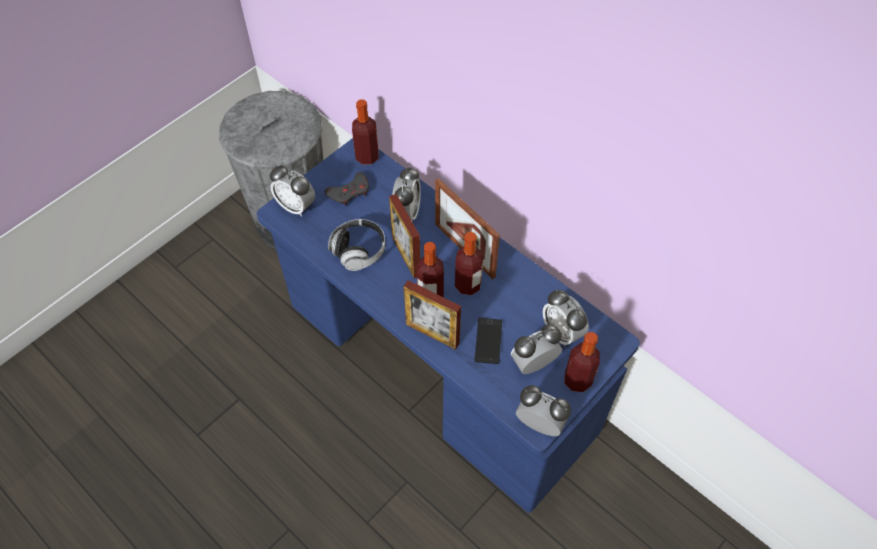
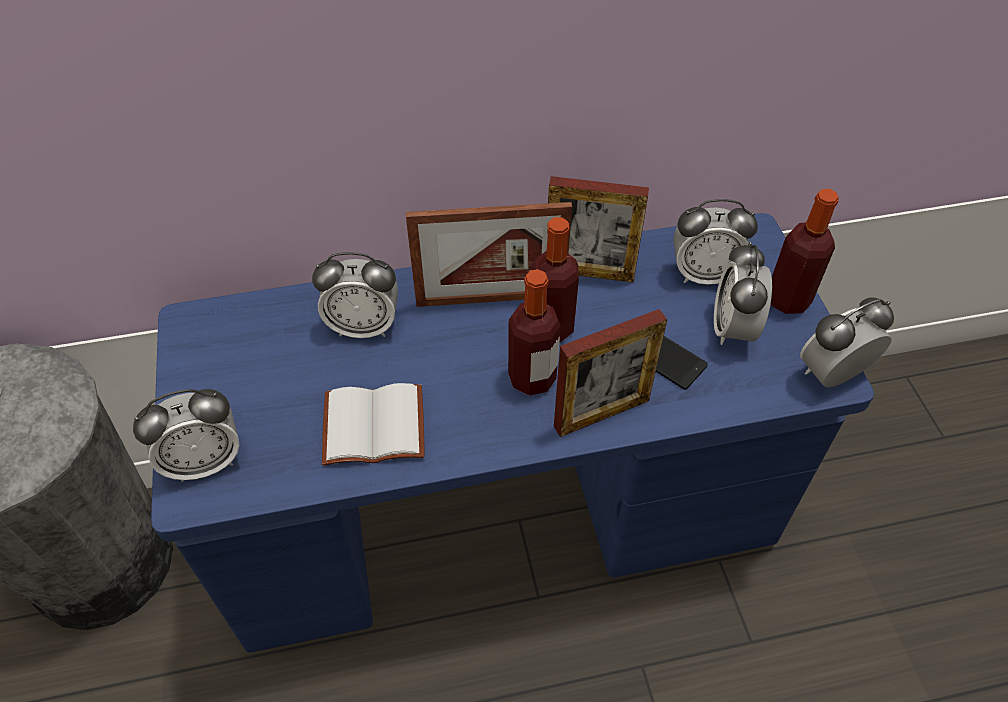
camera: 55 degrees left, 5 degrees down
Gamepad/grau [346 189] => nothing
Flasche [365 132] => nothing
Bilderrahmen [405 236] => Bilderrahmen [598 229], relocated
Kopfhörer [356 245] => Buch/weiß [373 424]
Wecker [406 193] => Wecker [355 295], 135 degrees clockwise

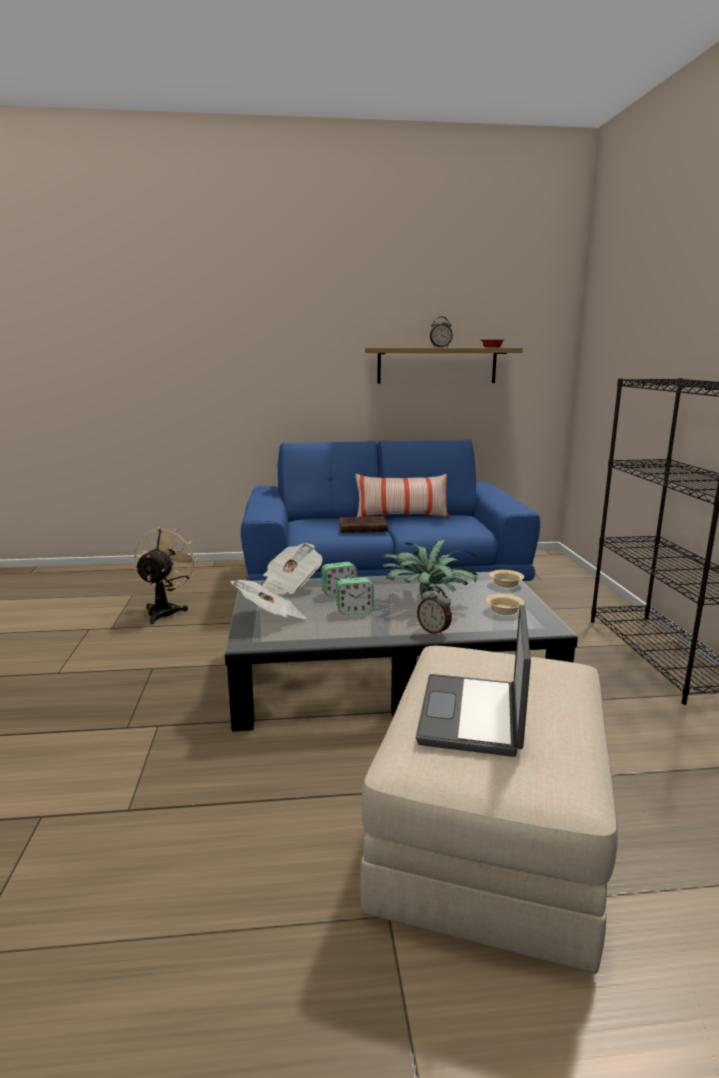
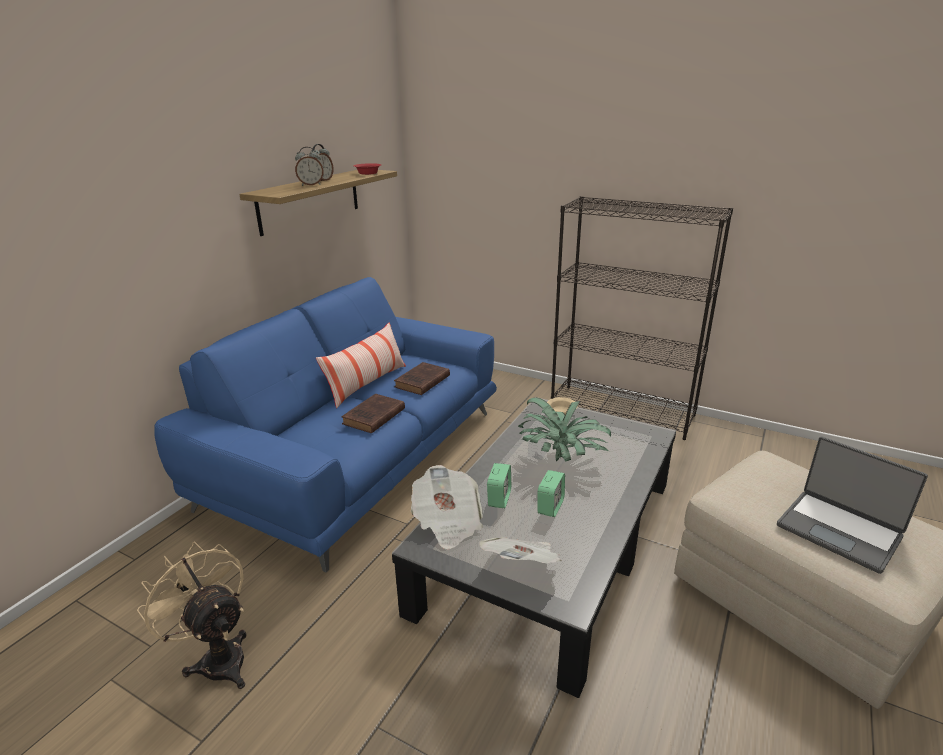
camera: 55 degrees left, 10 degrees up
Schüssel/beige [505 604] => nothing
nothing => Buch/braun [422 378]
Wecker [434 611] => Wecker [309 166], relocated

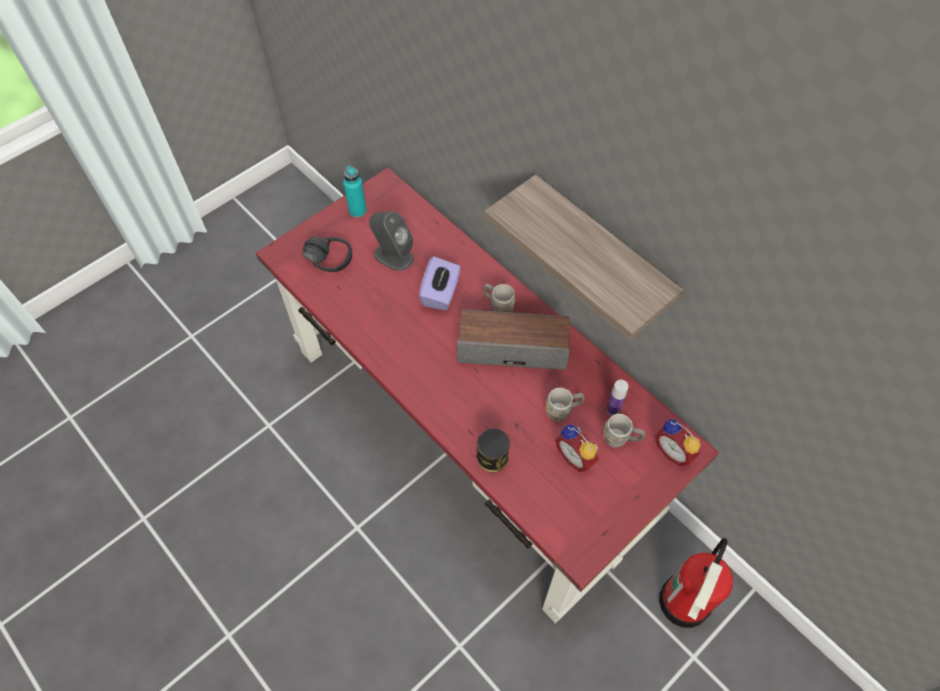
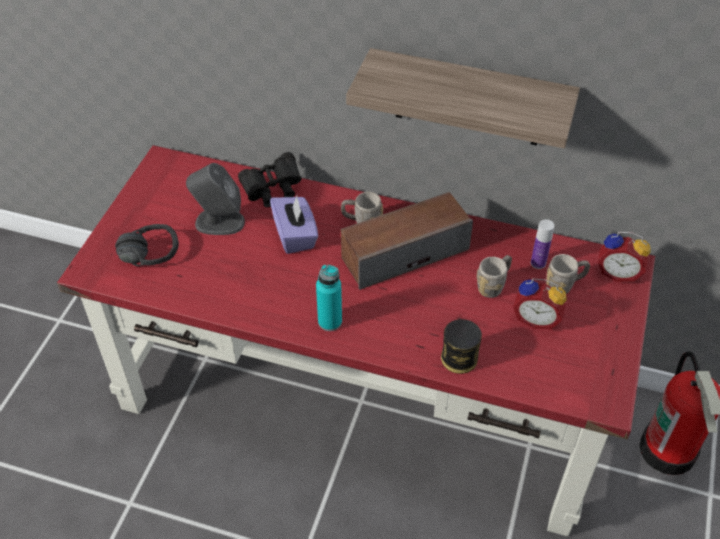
camera: 30 degrees left, 10 degrees down
nothing => Fernglas/schwarz [269 179]
Flasche/türkis [355 191] => Flasche/türkis [329 298], relocated

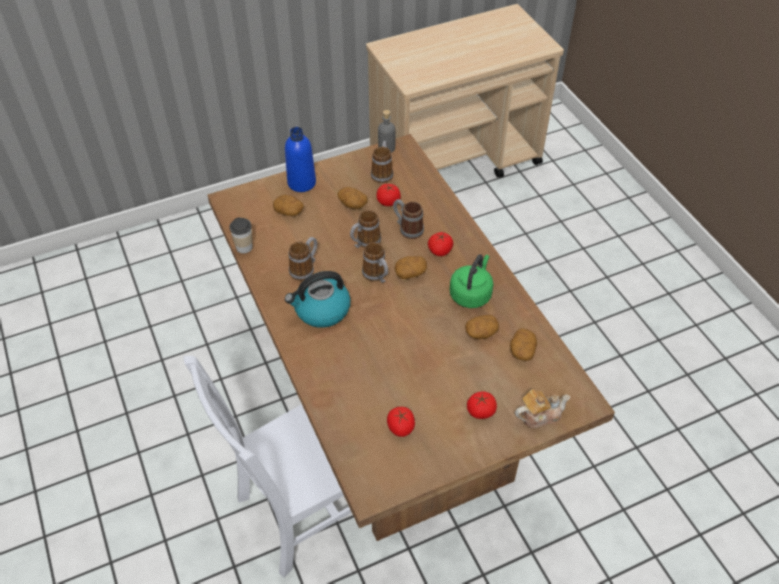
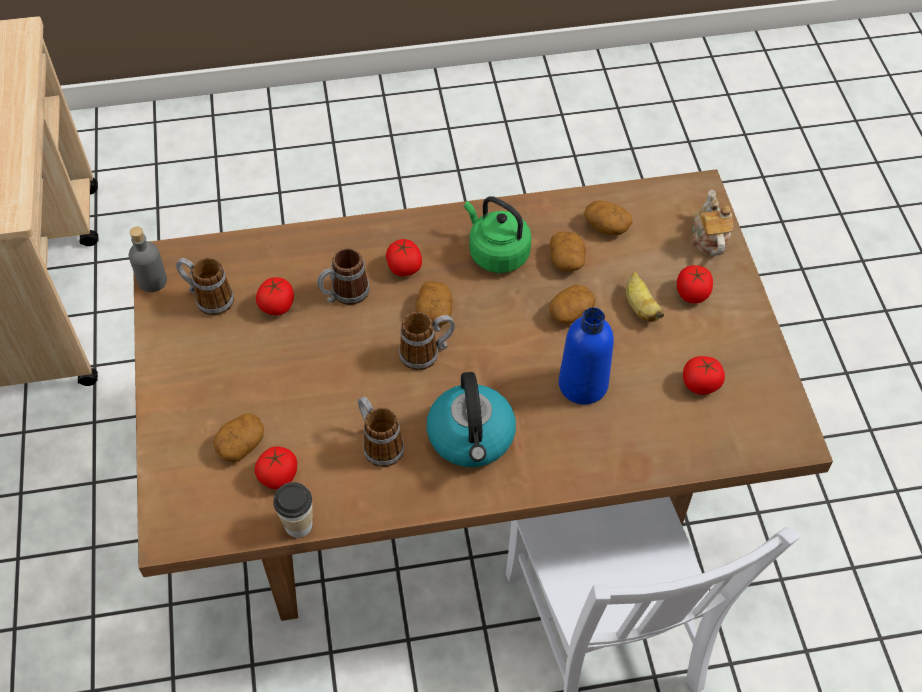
camera: 75 degrees left, 5 degrees up
Henkelbecher [365 229] => nothing
nothing => Tomate [275 467]
nothing => Banane [645 297]
Flasche/blau [300 159] => Flasche/blau [586 356], relocated
Kartoffel [352 198] => Kartoffel [572 304], relocated

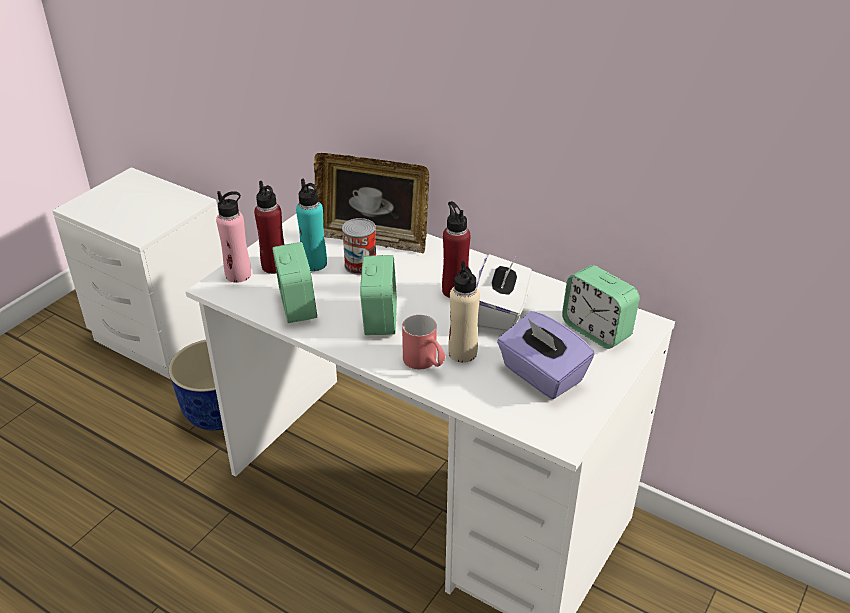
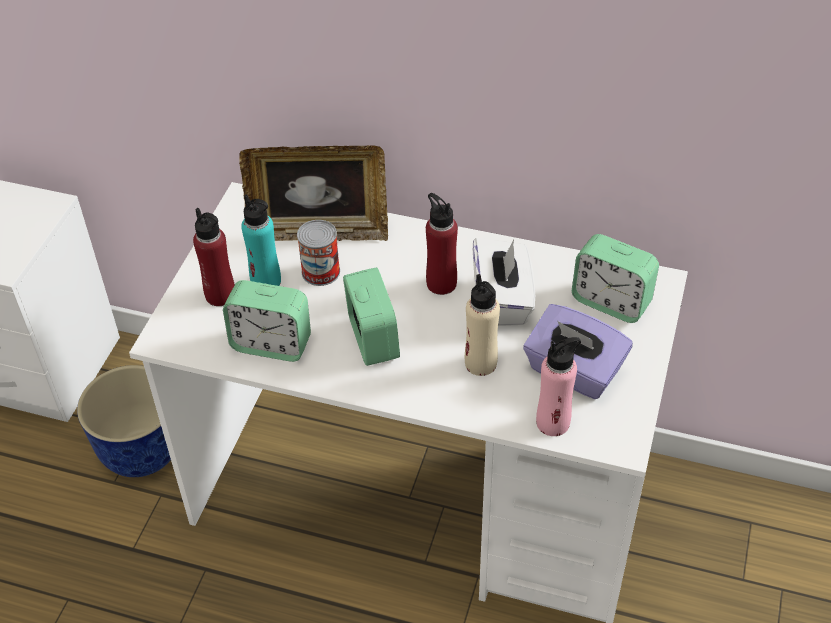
camera: 15 degrees left, 10 degrees up
Henkelbecher/rot [424 342] => nothing
Flasche/rosa [233 237] => Flasche/rosa [558 386], relocated
Wecker [294 282] => Wecker [267 321], 135 degrees clockwise

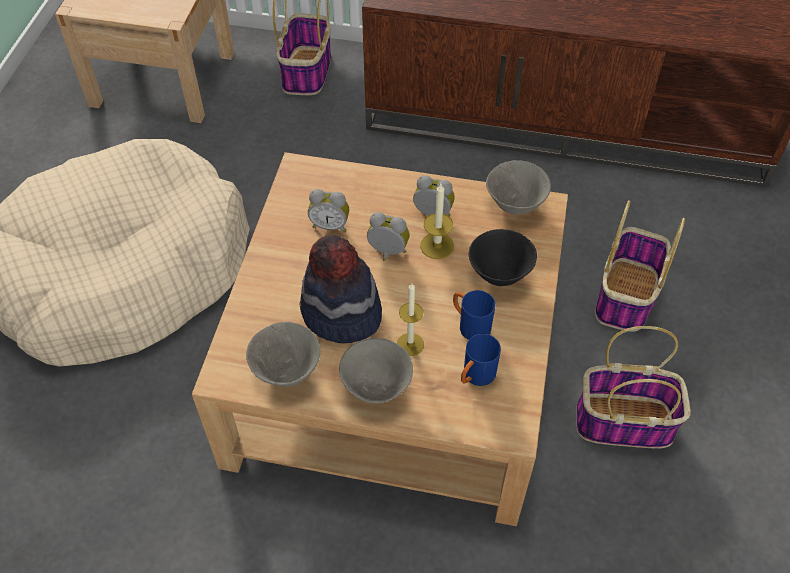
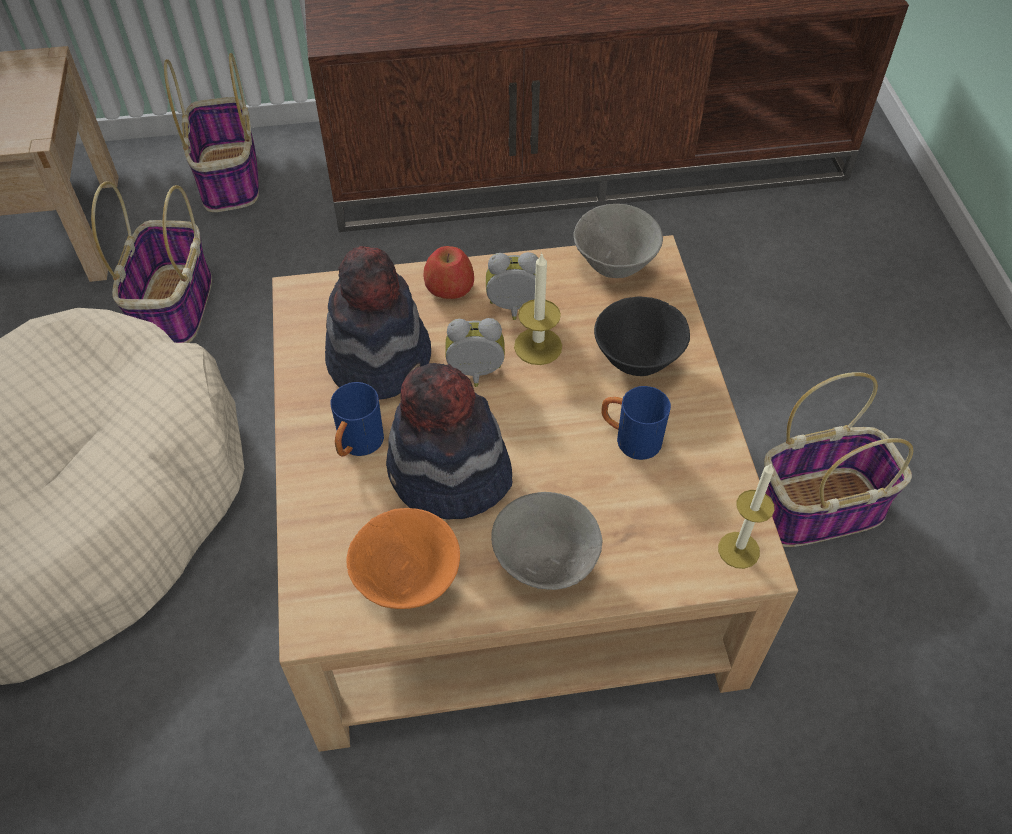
camera: 20 degrees left, 0 degrees up
nothing => Apfel [448 272]
Kerze [410 319] => Kerze [746 516], relocated
Henkelbecher/blau [481 360] => Henkelbecher/blau [357 419], relocated
Korb [640 266] => Korb [151 262], relocated
Wecker [328 211] => Hut [378 323]
Schüssel/grau [283 354] => Schüssel/orange [403 558]

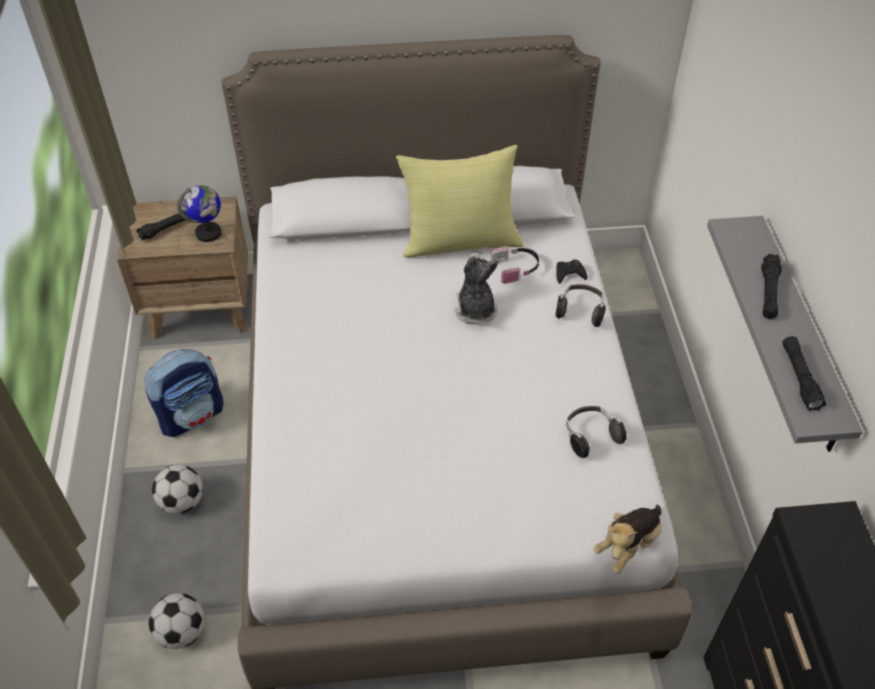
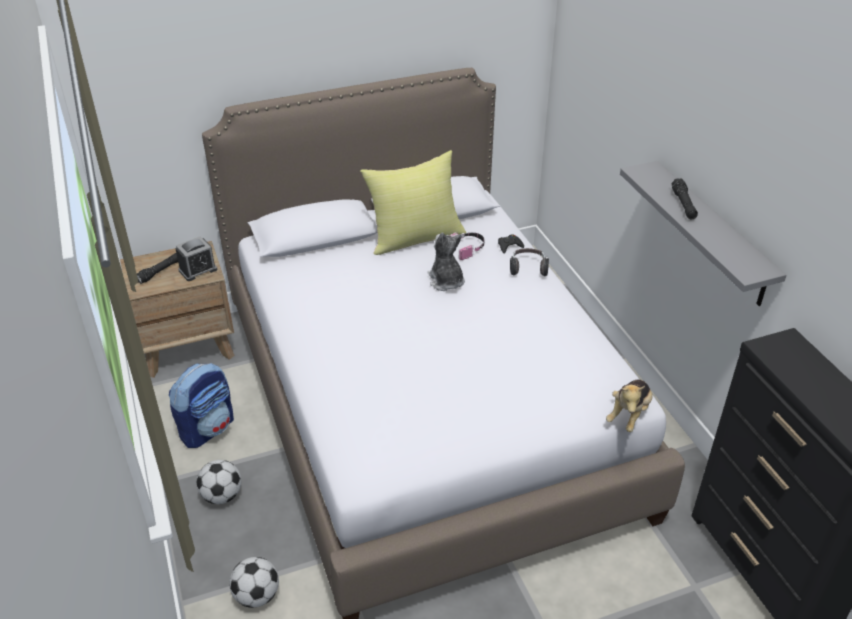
camera: 15 degrees left, 10 degrees down
Kopfhörer [596 432] => nothing
Taschenlampe/schwarz [804 373] => nothing
Globus [199 213] => Wecker [196 258]

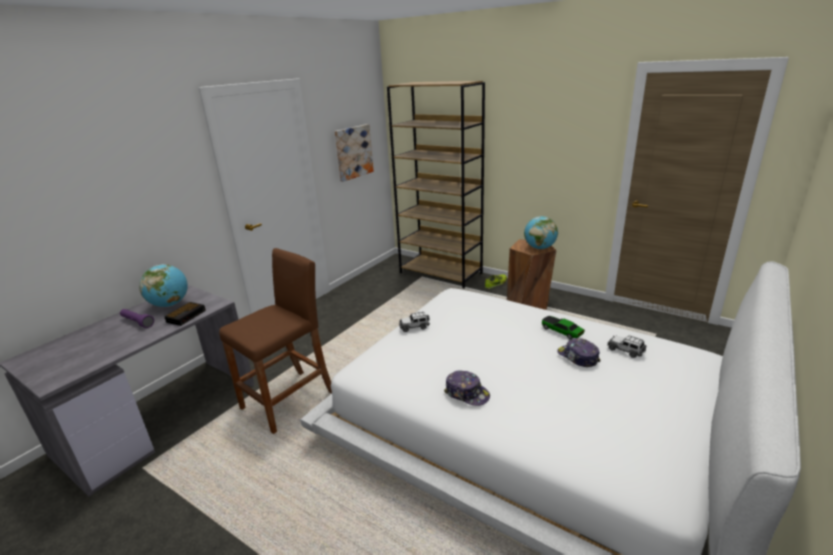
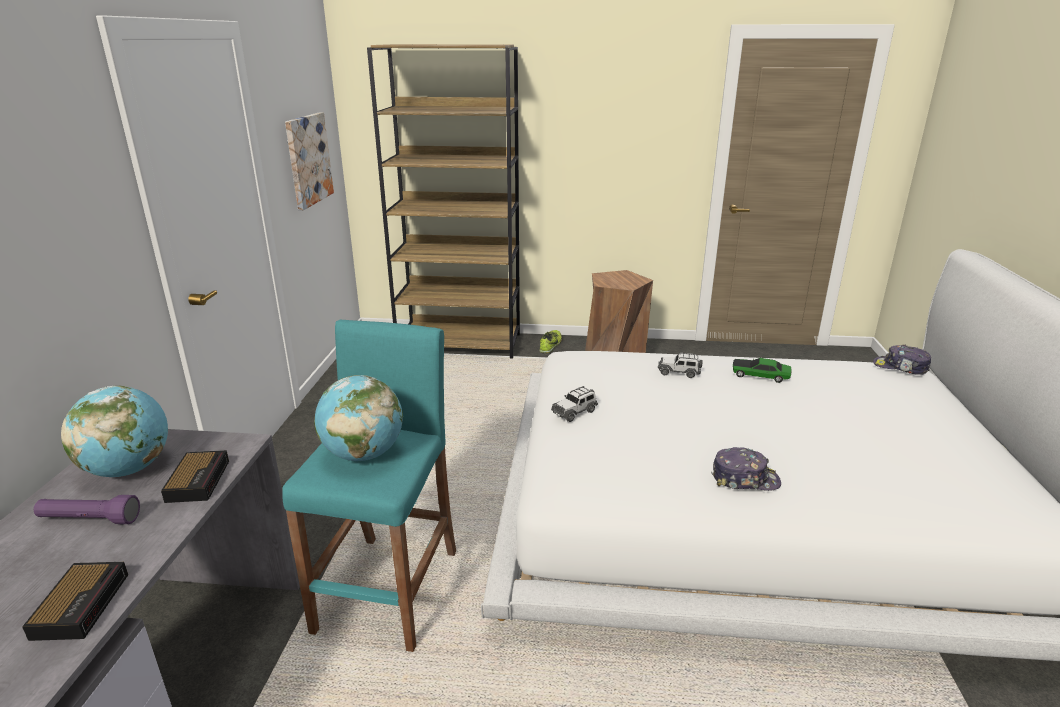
camera: 30 degrees left, 0 degrees up
nothing => Wecker [75 601]
Globus [541 232] => Globus [358 418], relocated
Kappe [579 352] => Kappe [902 359], relocated
Spielzeugauto [626 346] => Spielzeugauto [680 365], relocated
Hocker/braun [275 341] => Hocker/türkis [369 486]

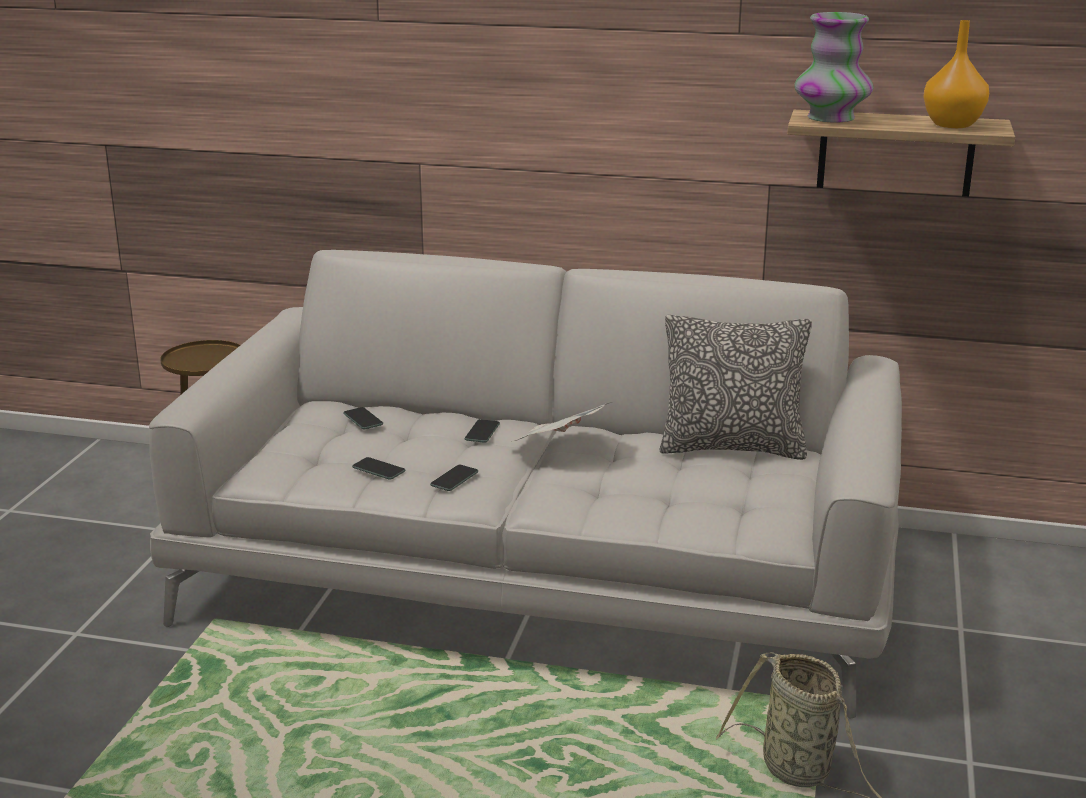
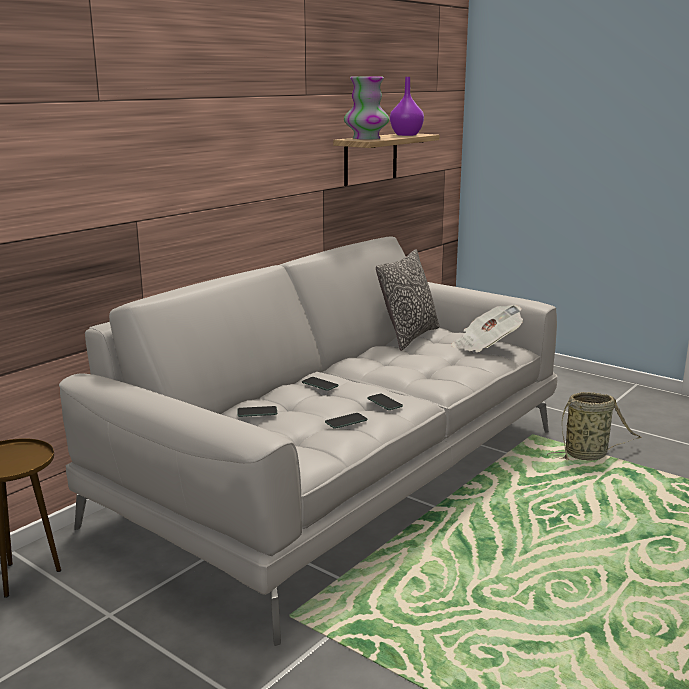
camera: 65 degrees left, 5 degrees down
Zeitung [561 422] => Zeitung [487 328], relocated
Vase/orange [956 74] => Vase/lila [407 106]

